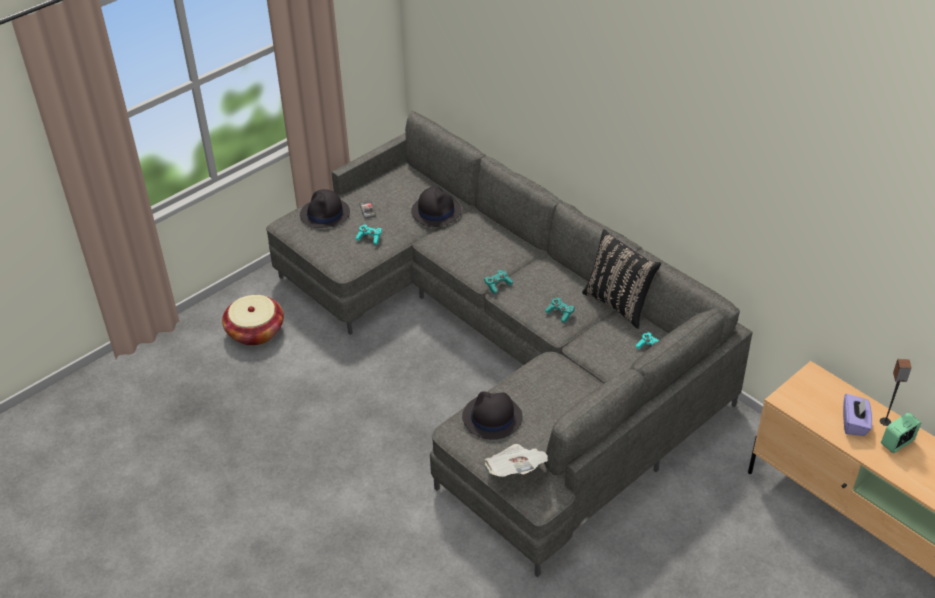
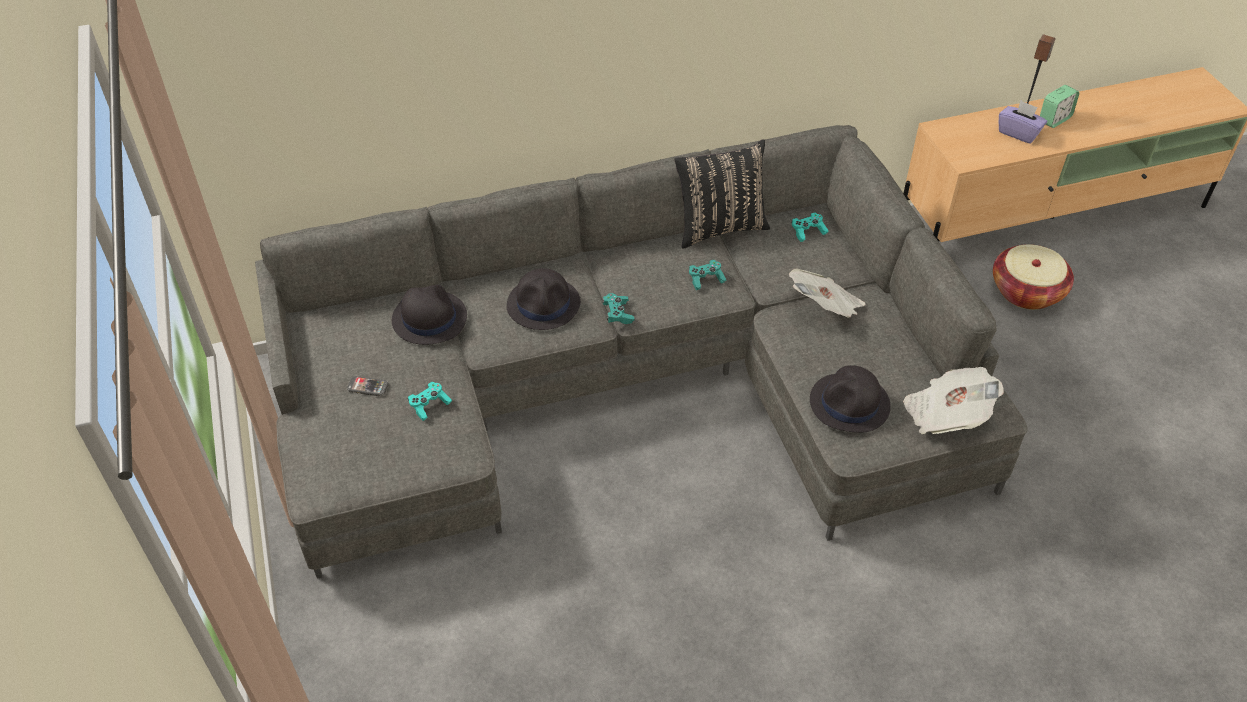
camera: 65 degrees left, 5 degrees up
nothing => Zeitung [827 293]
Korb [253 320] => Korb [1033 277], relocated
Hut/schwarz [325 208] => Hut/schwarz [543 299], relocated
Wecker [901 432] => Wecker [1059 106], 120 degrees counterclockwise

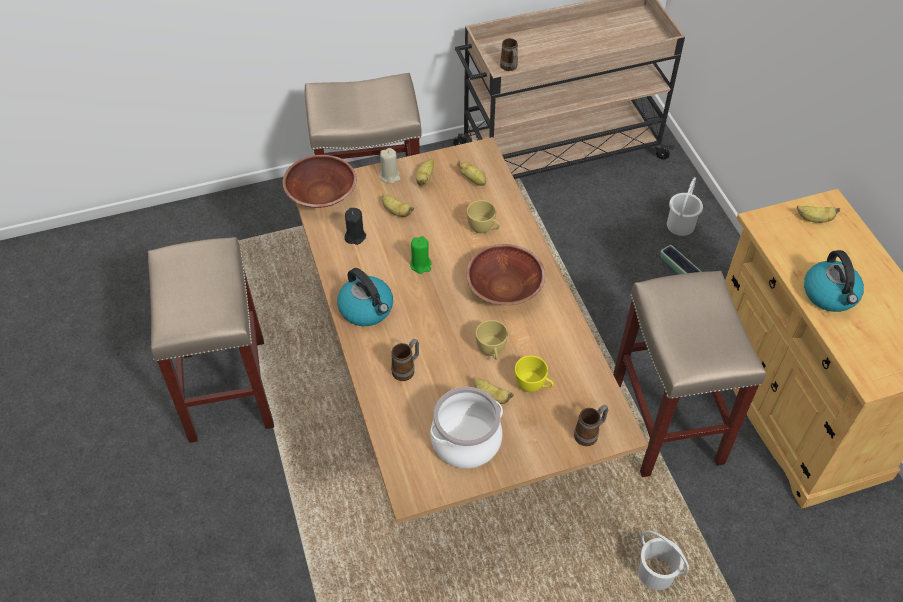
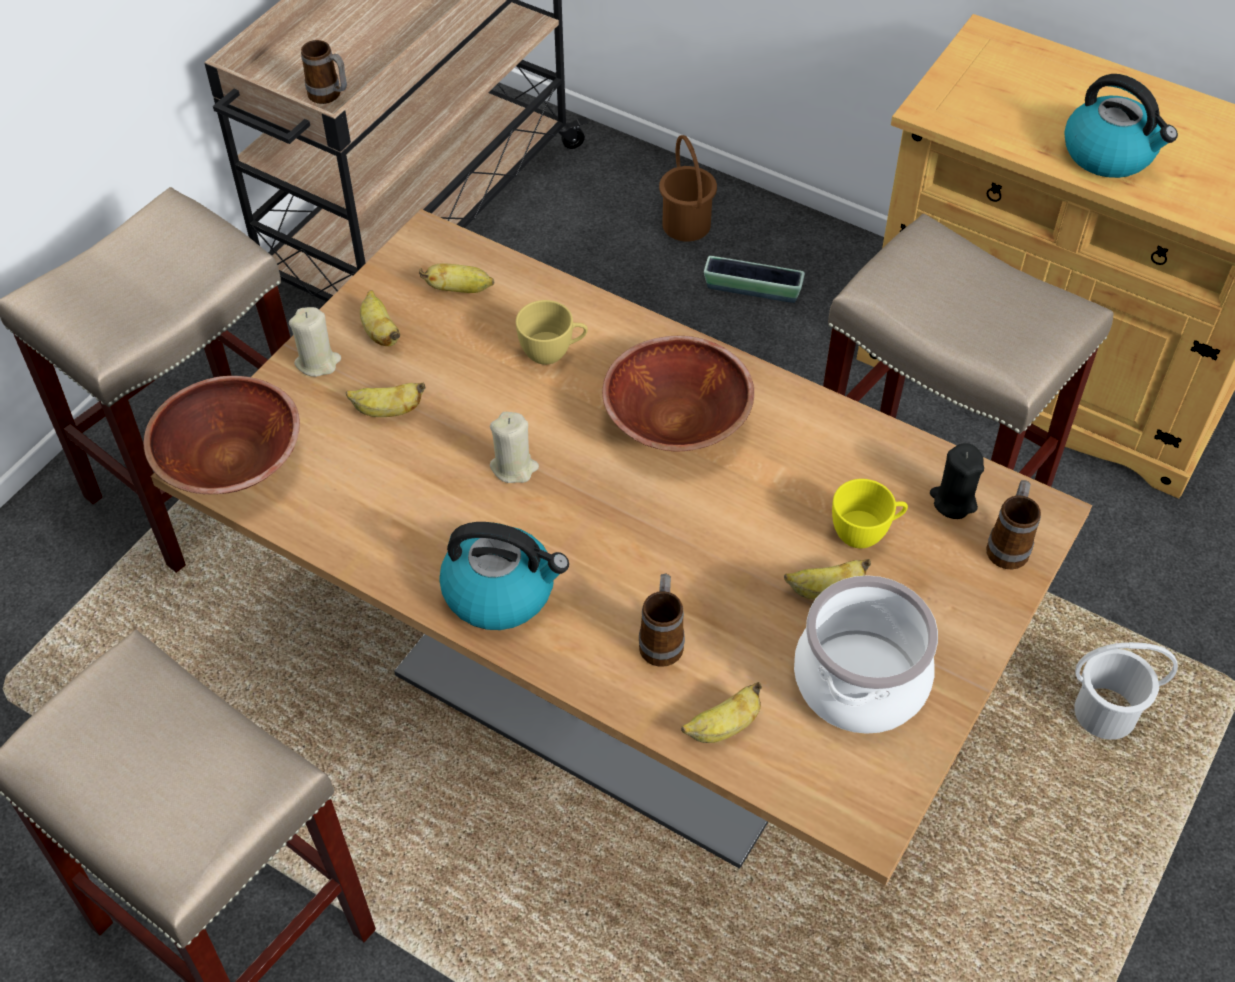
camera: 40 degrees left, 0 degrees up
Tasse/gelb [492 340] => nothing
Kerze/schwarz [355 226] => Kerze/schwarz [957 481], relocated
Banane [818 214] => Banane [721 712], relocated
Kerze/grün [421 255] => Kerze/beige [514 447]
Eimer/weiß [685 206] => Eimer/braun [688 188]

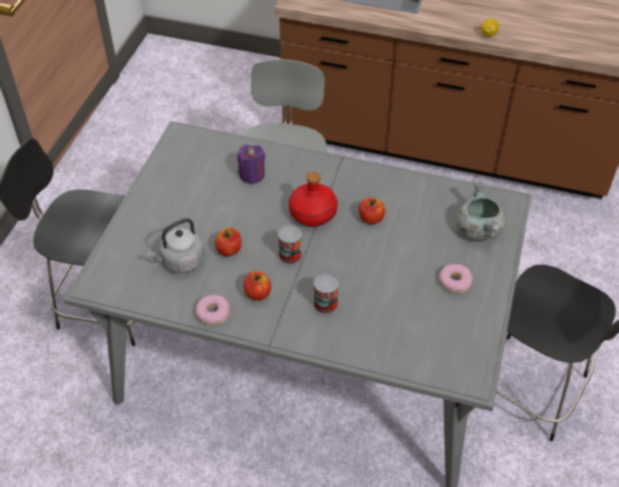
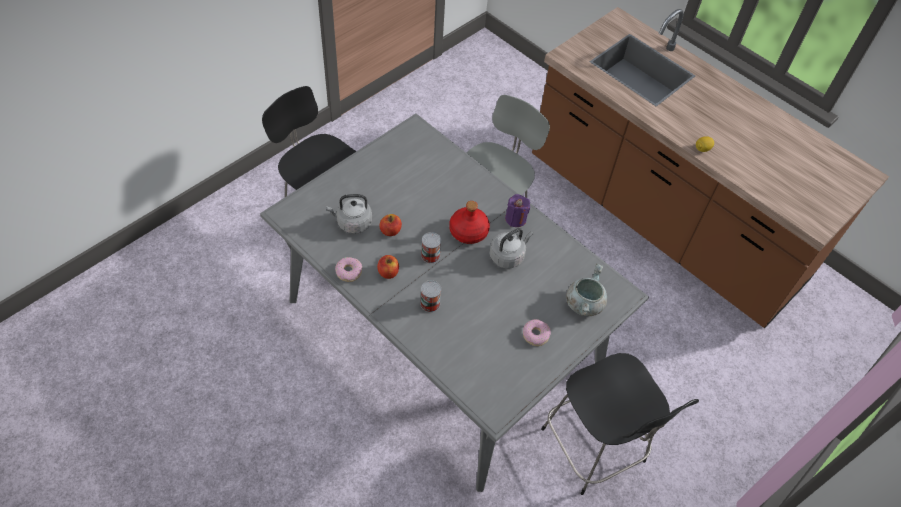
camera: 25 degrees right, 5 degrees up
Kerze/lila [251 164] => Kerze/lila [517 210], relocated
Apfel [371 210] => Wasserkessel/grau [511 248]

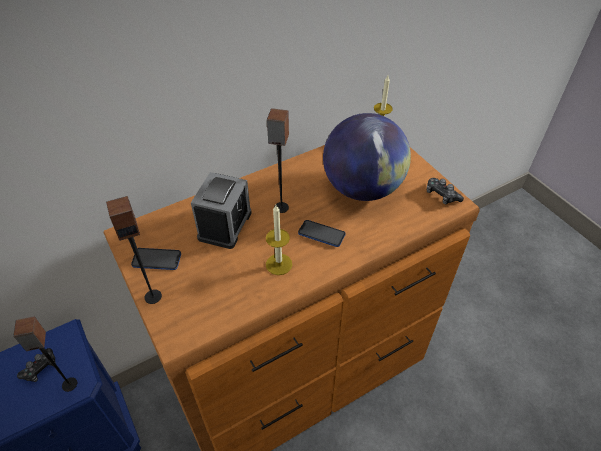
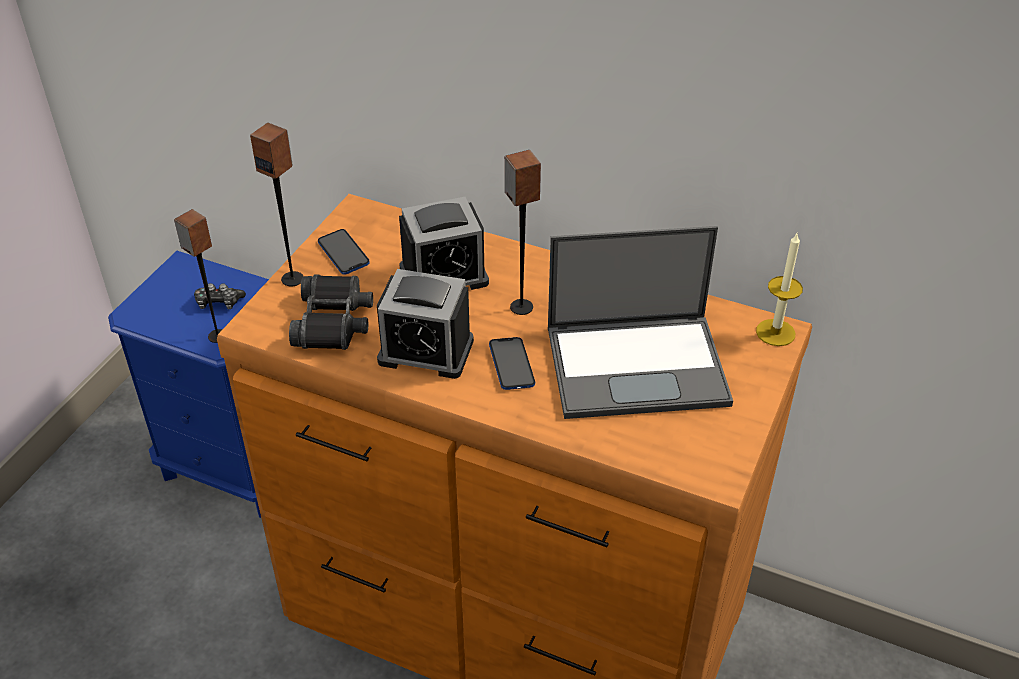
camera: 55 degrees right, 5 degrees down
Gamepad [445 191] => nothing
nothing => Fernglas/schwarz [331 312]
Kerze [279 240] => Wecker [425 324]
Globus [367 157] => Laptop [640 322]

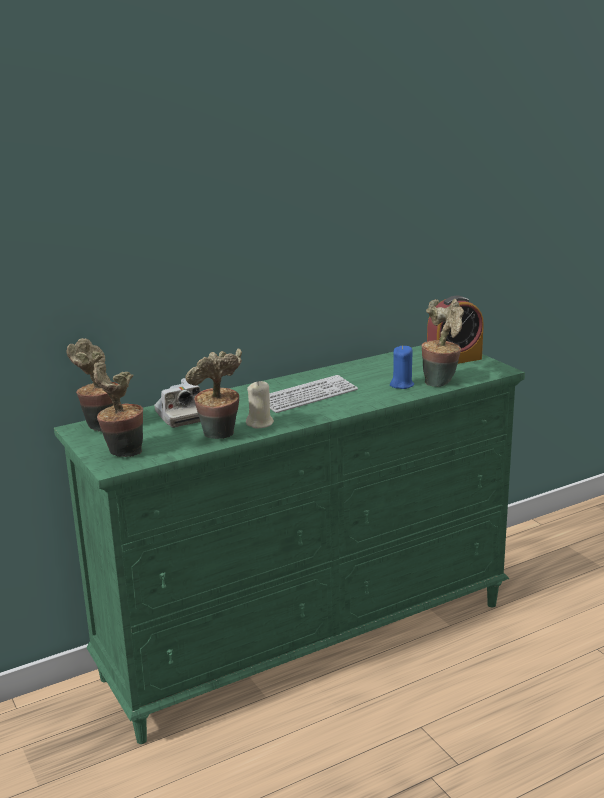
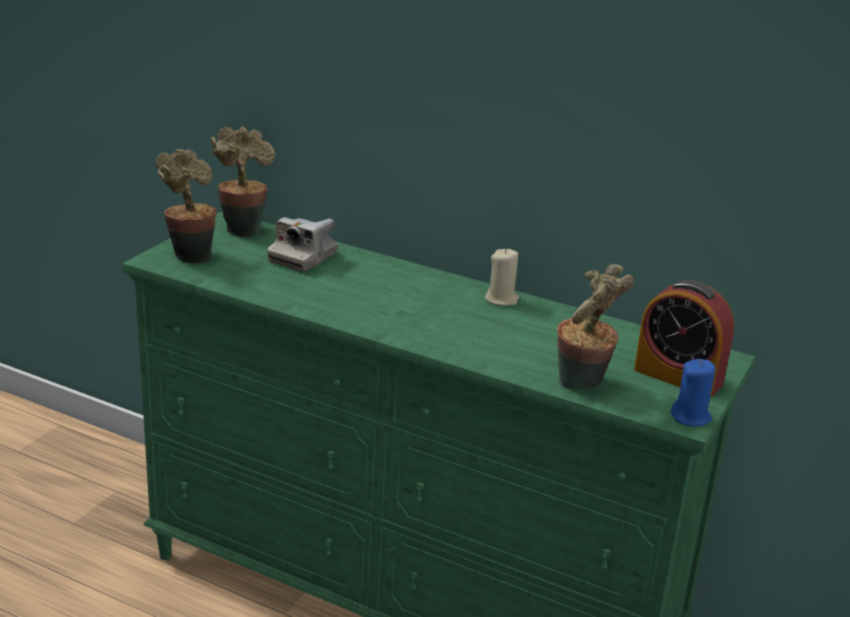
camera: 55 degrees right, 5 degrees up
Topfpflanze [213 393] => nothing
Tastatur [313 394] => nothing
Kerze/beige [260 404] => Kerze/beige [501 277], relocated
Kerze/blau [402 367] => Kerze/blau [693 393], relocated

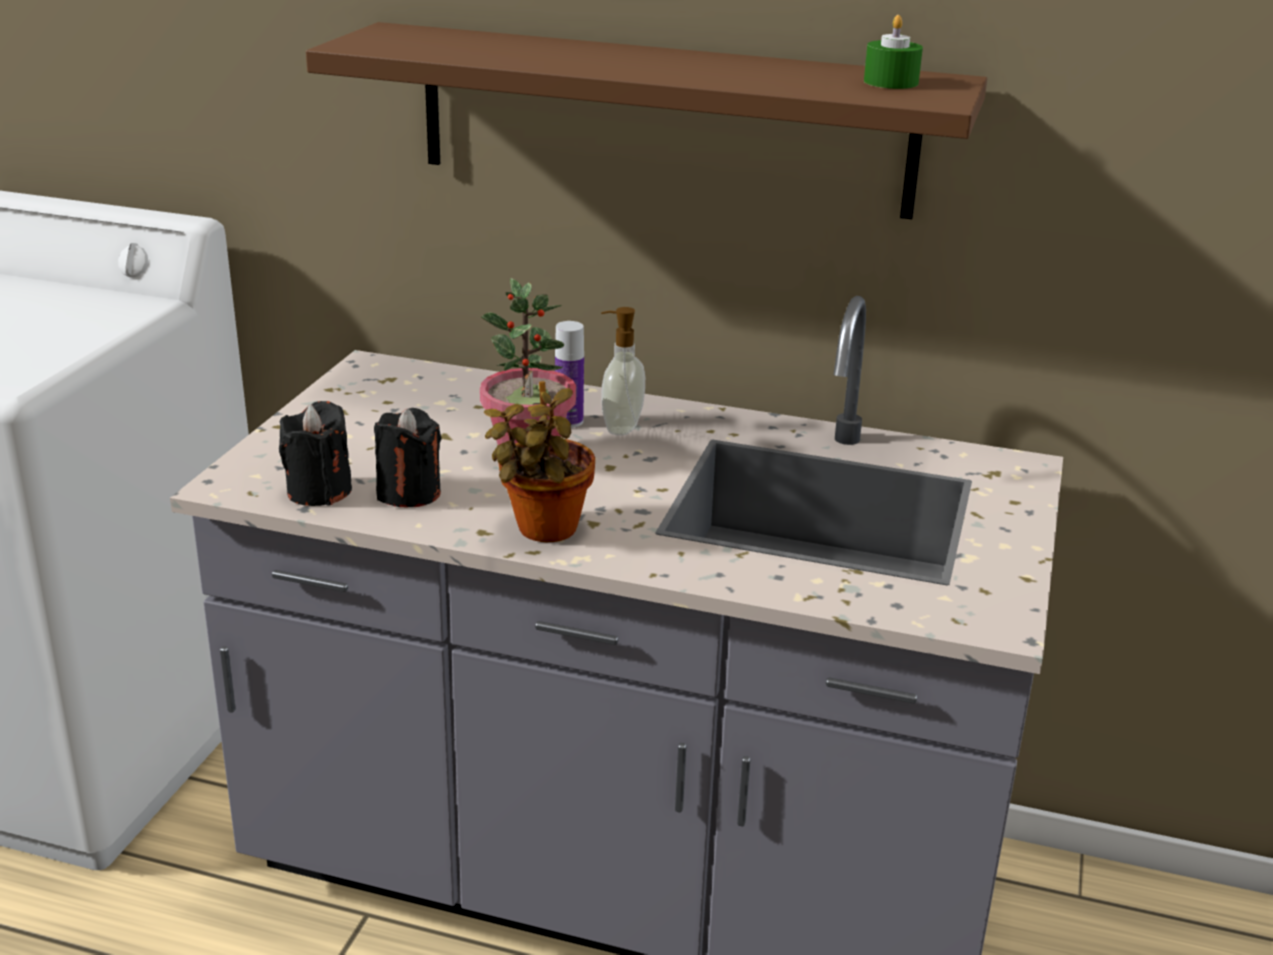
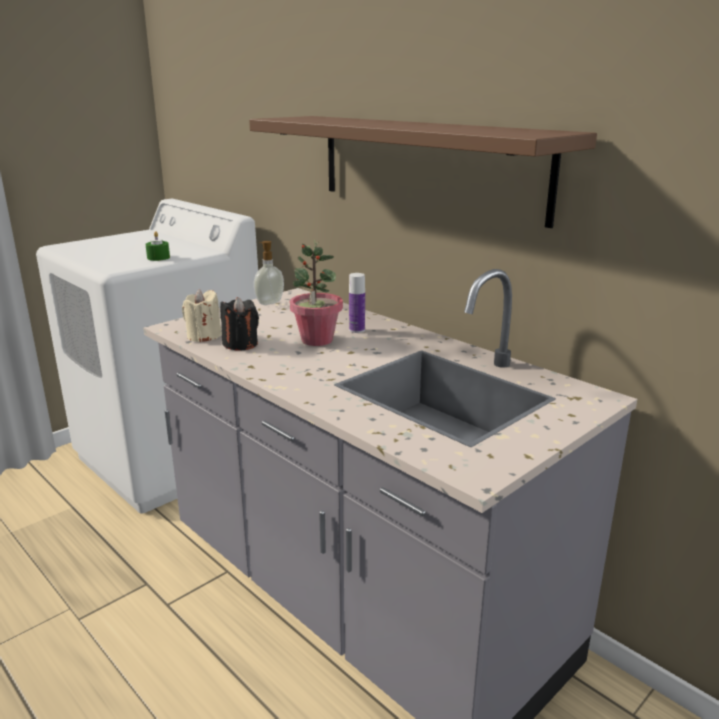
camera: 30 degrees right, 5 degrees down
Topfpflanze [539 461] => nothing
Seifenspender [623 371] => Seifenspender [269 273], relocated
Kerze/grün [893 52] => Kerze/grün [157 246], relocated
Kerze/schwarz [315 453] => Kerze/beige [202 315]

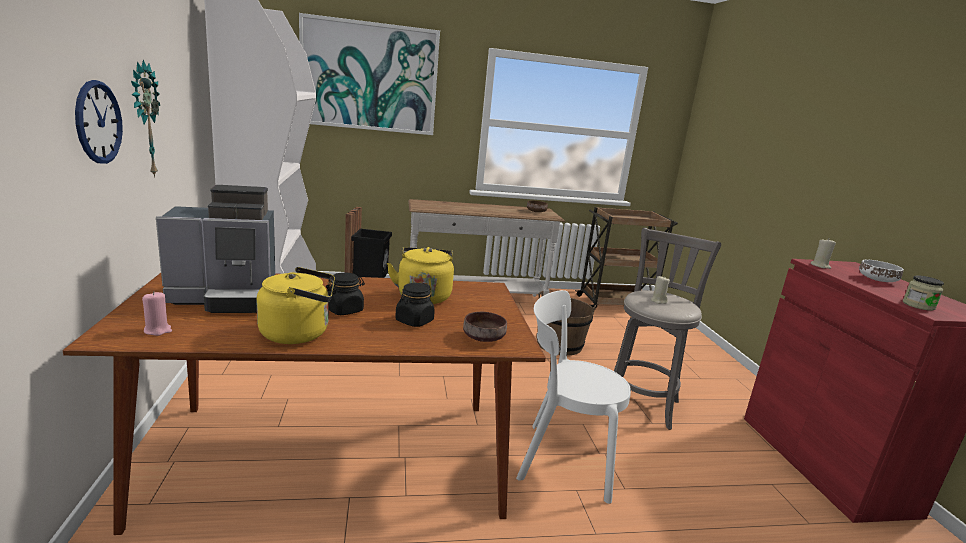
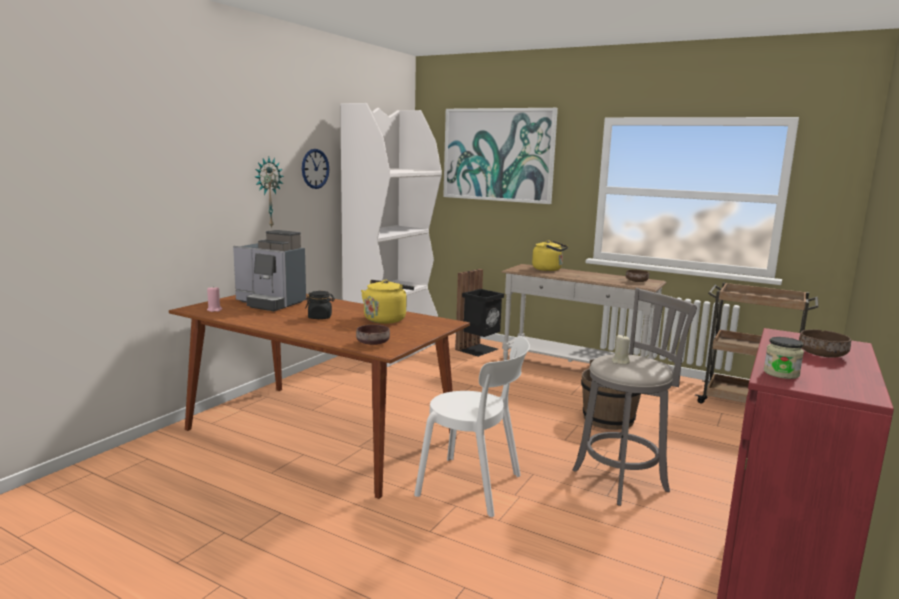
camera: 40 degrees right, 5 degrees down
Vorratsglas/schwarz [415 305] => nothing
Kerze/beige [823 254] => nothing
Wanduhr [99 122] => Wanduhr [315 169], relocated
Wasserkessel/gelb [295 305] => Wasserkessel/gelb [550 255], relocated
Schüssel/weiß [881 270] => Schüssel/braun [825 343]
Stuhl/weiß [573 397] => Stuhl/weiß [472 426], 150 degrees clockwise

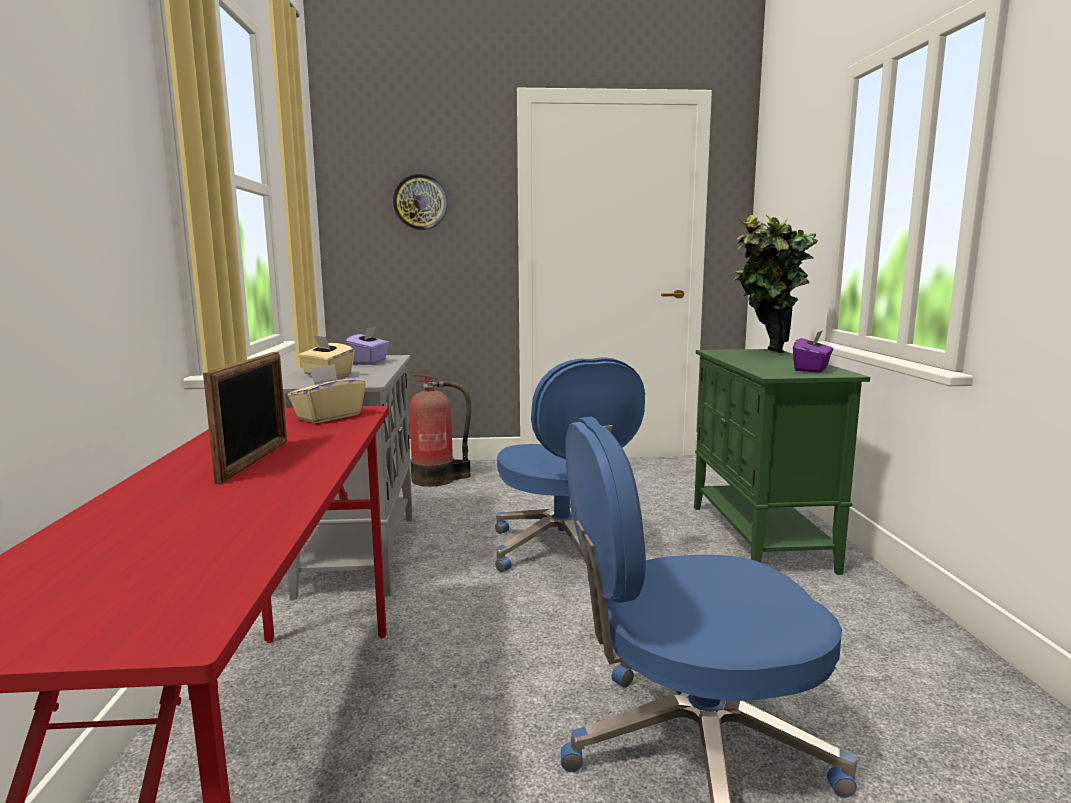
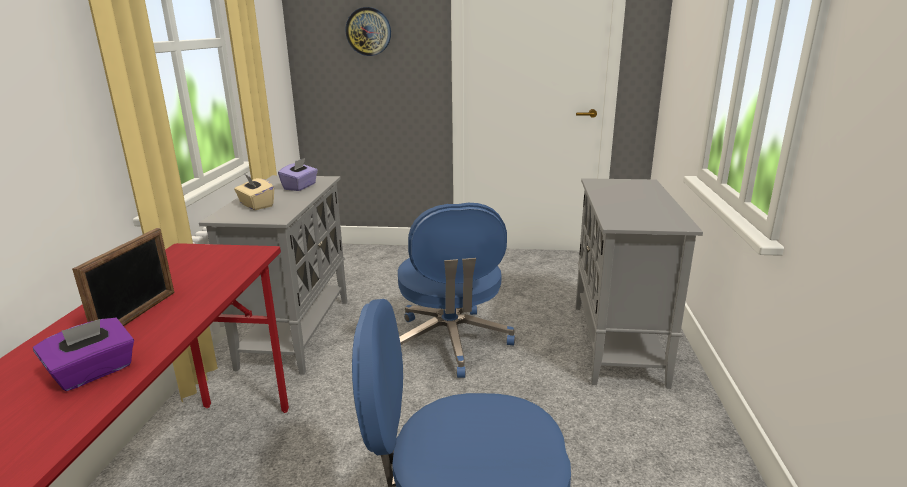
camera: 10 degrees right, 10 degrees up
Taschentuchbox/beige [327 393] => nothing
Feuerlöscher [440 430] => nothing
Topfpflanze [775 284] => nothing
Taschentuchbox/lila [813 351] => Taschentuchbox/lila [83 354], relocated
Schrank/grün [782 462] => Schrank/grau [639 283]

